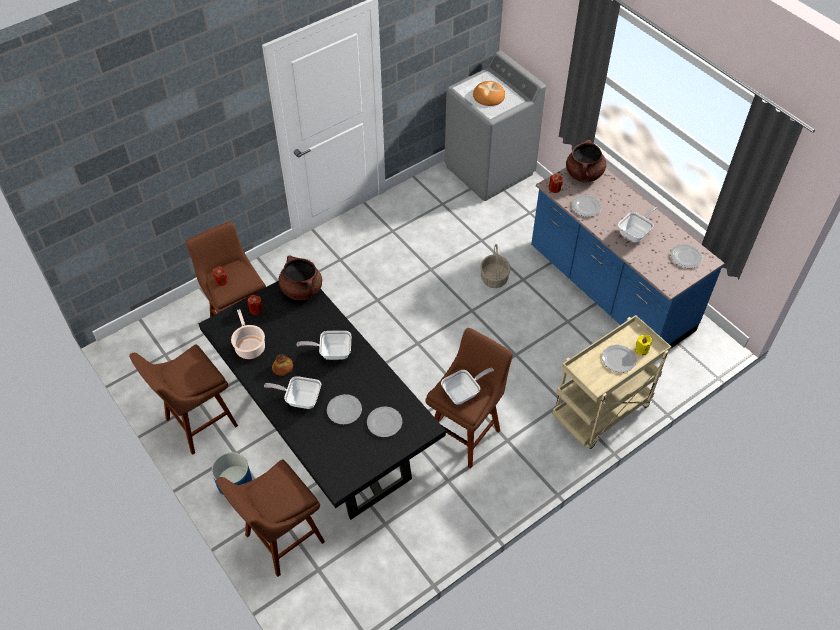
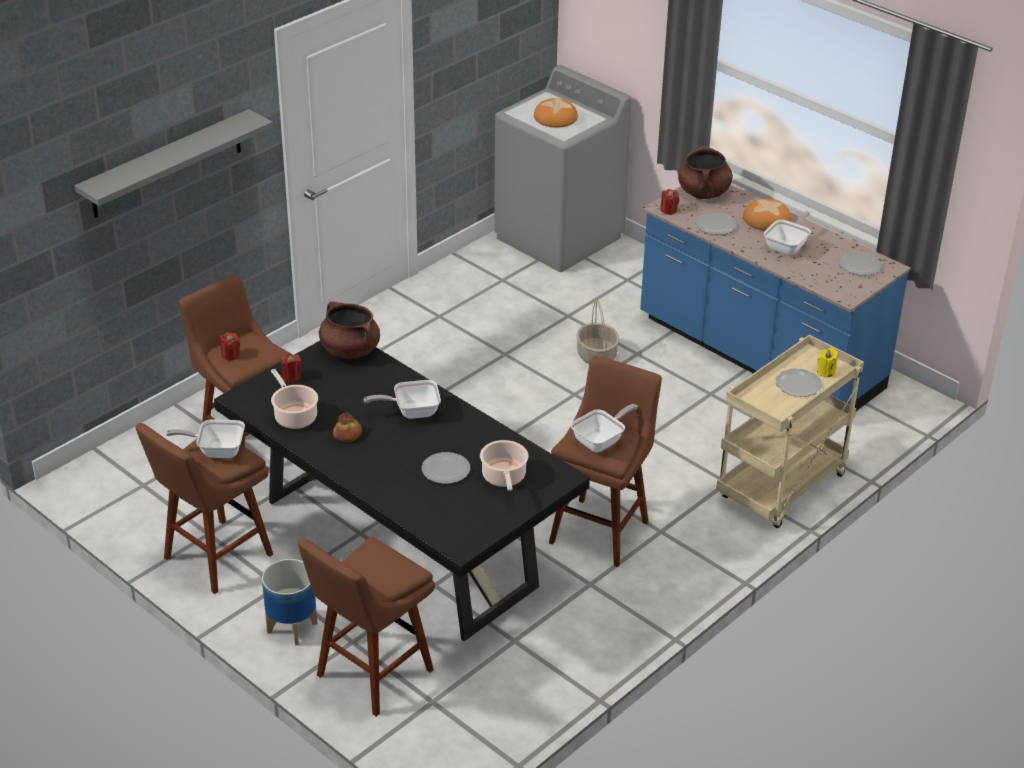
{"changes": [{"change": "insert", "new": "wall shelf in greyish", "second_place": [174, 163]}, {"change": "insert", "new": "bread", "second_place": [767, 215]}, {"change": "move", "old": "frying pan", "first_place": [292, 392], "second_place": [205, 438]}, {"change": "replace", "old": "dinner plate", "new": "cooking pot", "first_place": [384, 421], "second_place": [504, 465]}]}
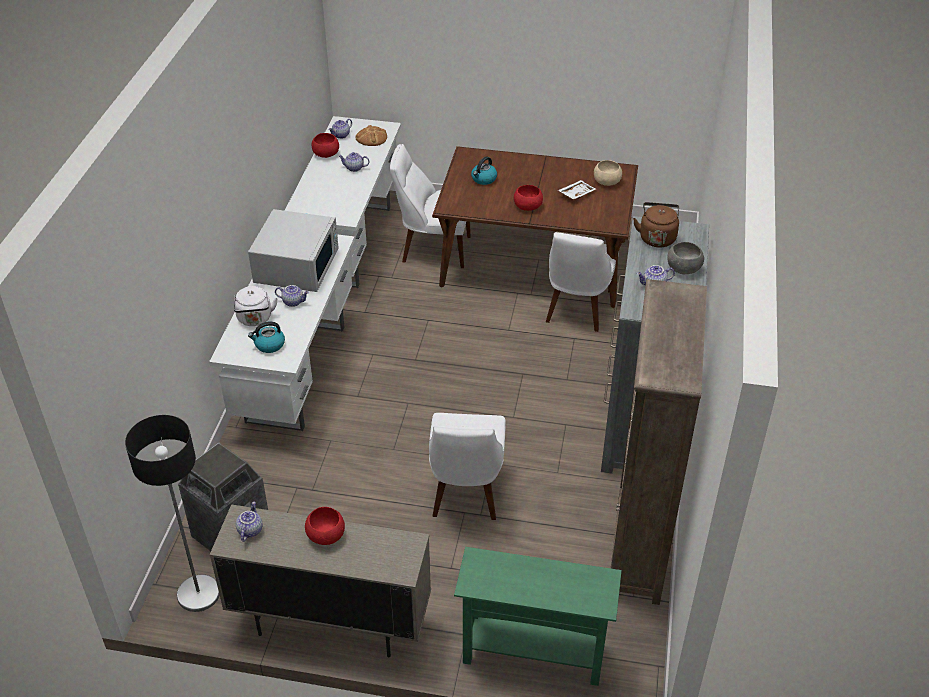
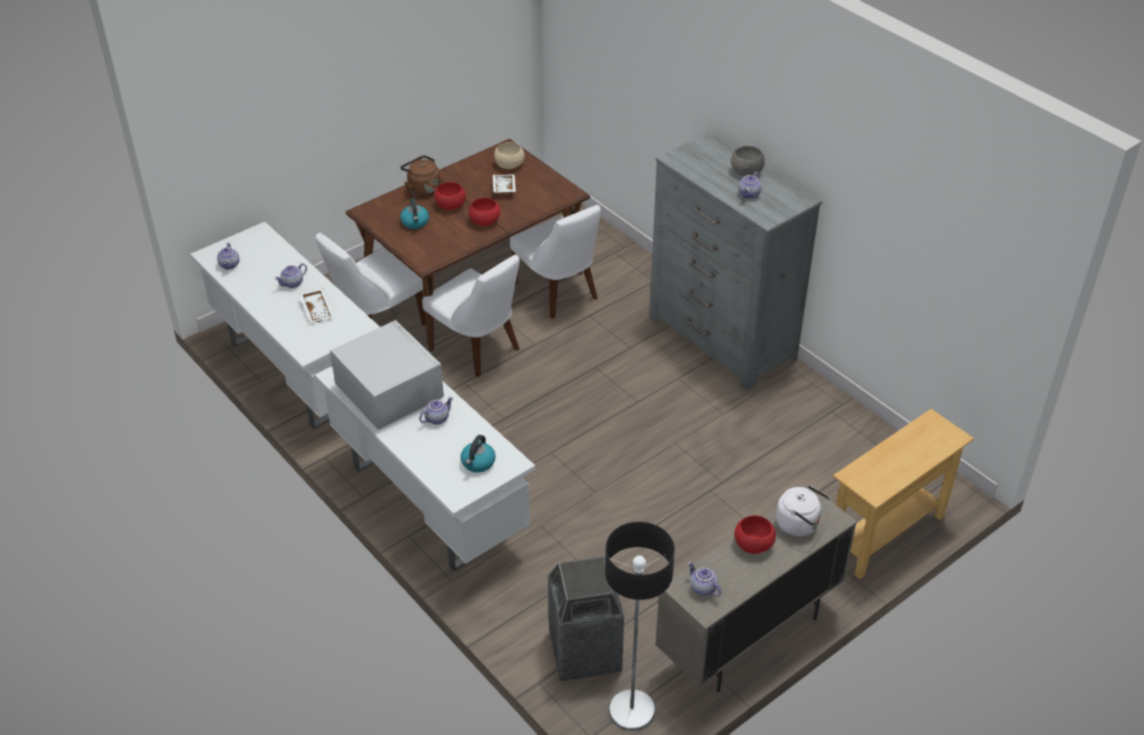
{"changes": [{"change": "delete", "old": "bread", "first_place": [371, 135]}, {"change": "delete", "old": "bookshelf in brown-coloured", "first_place": [659, 442]}, {"change": "insert", "new": "carrying tray in whitish", "second_place": [316, 305]}, {"change": "move", "old": "water kettle in whitish", "first_place": [256, 306], "second_place": [803, 511]}, {"change": "move", "old": "deep dish in red", "first_place": [325, 145], "second_place": [450, 196]}, {"change": "move", "old": "upright chair in whitish", "first_place": [467, 466], "second_place": [471, 316]}, {"change": "move", "old": "water kettle in brown-coloured", "first_place": [656, 225], "second_place": [420, 176]}, {"change": "recolor", "old": "hall table in green-coloured", "new": "hall table in sand-coloured", "first_place": [538, 616], "second_place": [903, 494]}]}
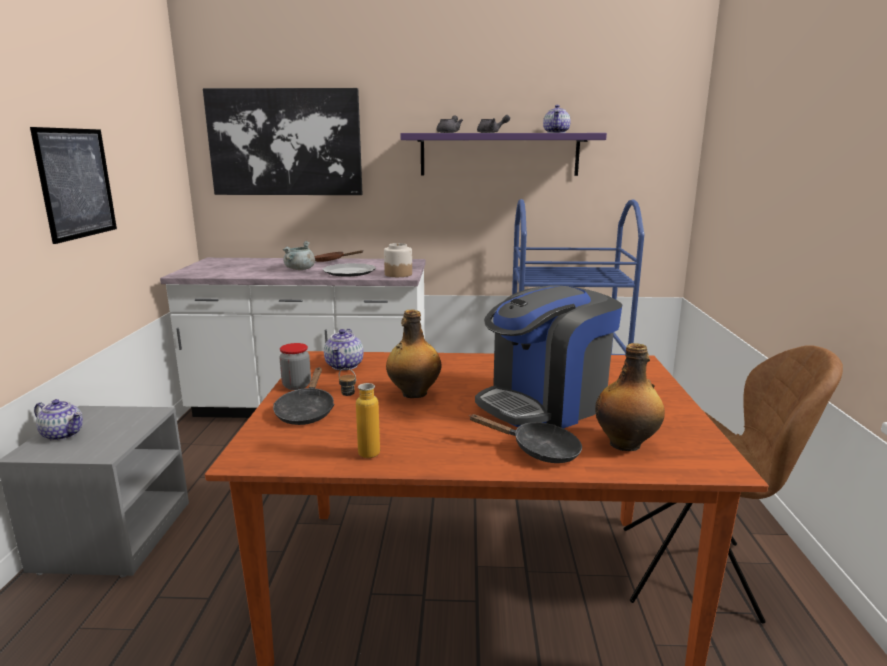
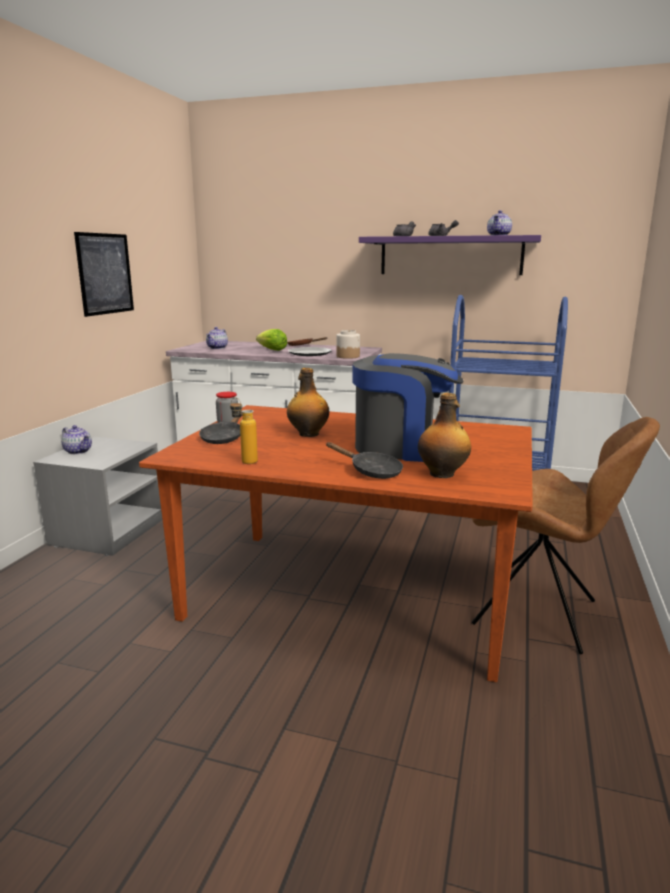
{"changes": [{"change": "delete", "old": "wall art", "first_place": [282, 141]}, {"change": "move", "old": "teapot", "first_place": [344, 349], "second_place": [217, 338]}, {"change": "replace", "old": "cooking pot in greyish", "new": "lettuce", "first_place": [299, 255], "second_place": [271, 340]}, {"change": "rotate", "old": "coffee maker", "first_place": [549, 357], "second_place": [407, 407], "degrees": -150}]}
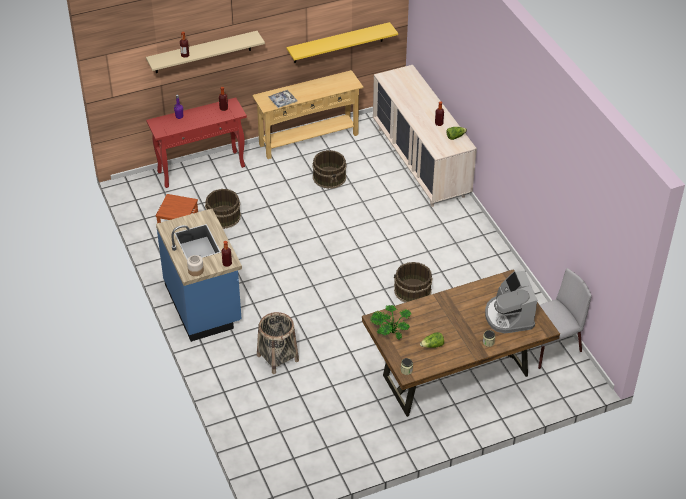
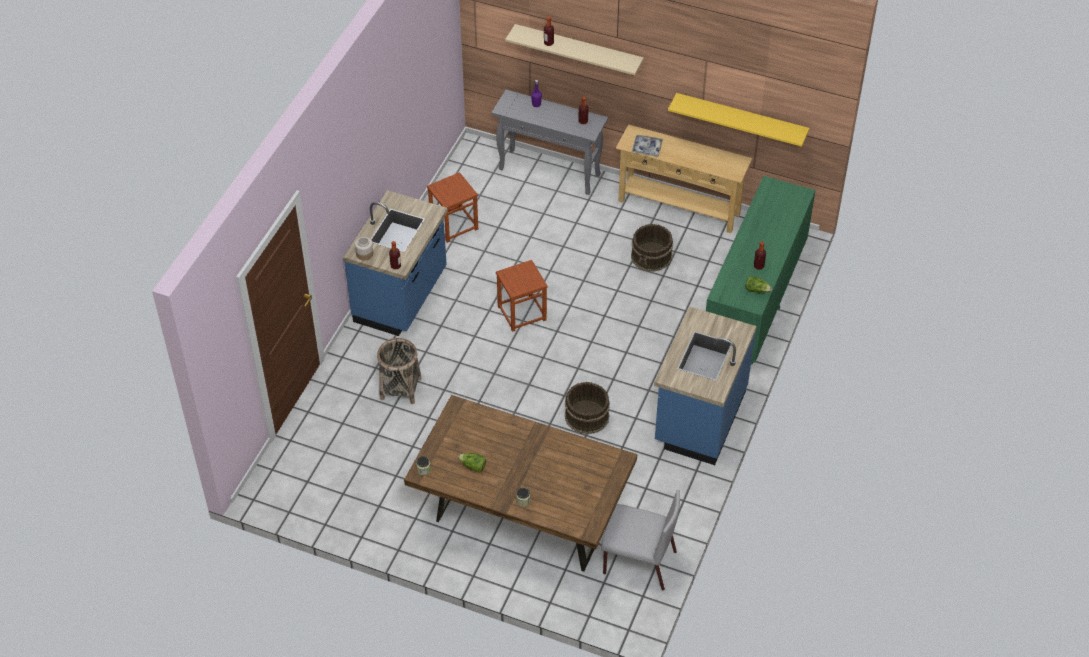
{"changes": [{"change": "delete", "old": "water bucket in brown-coloured", "first_place": [223, 209]}, {"change": "delete", "old": "plant in a pot", "first_place": [391, 322]}, {"change": "delete", "old": "coffee maker", "first_place": [511, 302]}, {"change": "insert", "new": "stool seat in brown-coloured", "second_place": [522, 296]}, {"change": "insert", "new": "kitchen counter in bluish", "second_place": [705, 385]}, {"change": "recolor", "old": "hall table in red", "new": "hall table in greyish", "first_place": [196, 142], "second_place": [550, 142]}, {"change": "recolor", "old": "drawer chest in sand-coloured", "new": "drawer chest in green-coloured", "first_place": [425, 136], "second_place": [761, 270]}]}
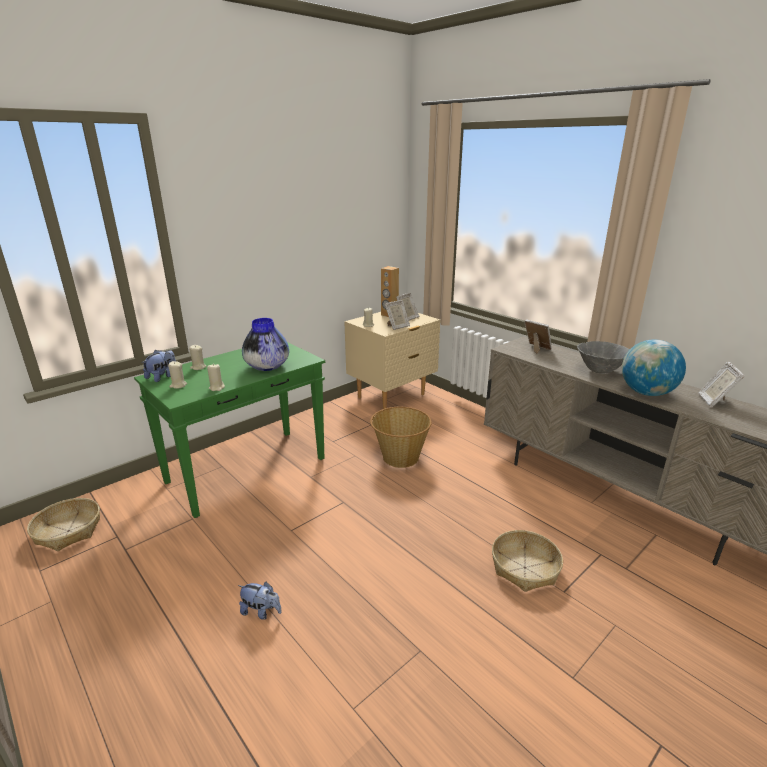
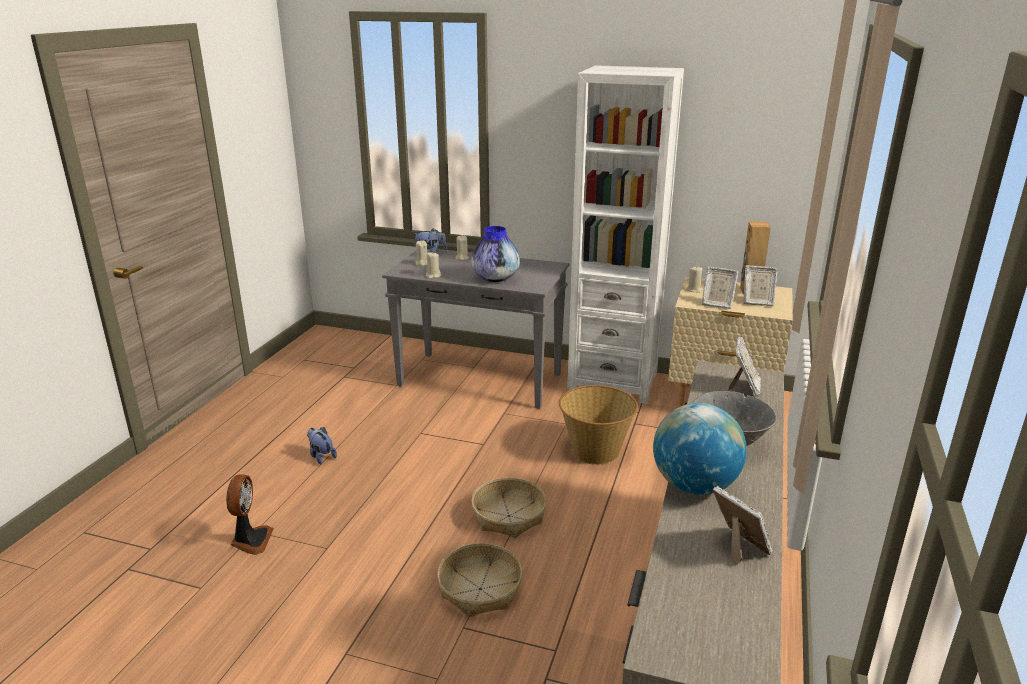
{"changes": [{"change": "insert", "new": "cooling fan", "second_place": [250, 514]}, {"change": "insert", "new": "bookshelf in whitish", "second_place": [625, 234]}, {"change": "move", "old": "storage basket", "first_place": [63, 524], "second_place": [508, 508]}, {"change": "recolor", "old": "hall table in green-coloured", "new": "hall table in greyish", "first_place": [229, 430], "second_place": [475, 329]}, {"change": "rotate", "old": "cuddly toy", "first_place": [260, 601], "second_place": [322, 446], "degrees": 150}, {"change": "rotate", "old": "photo frame", "first_place": [721, 384], "second_place": [742, 525], "degrees": 75}]}
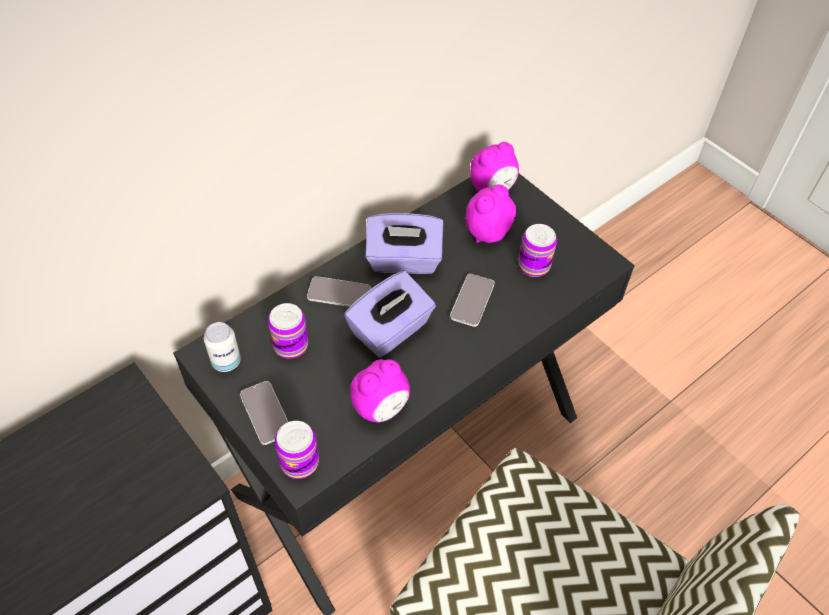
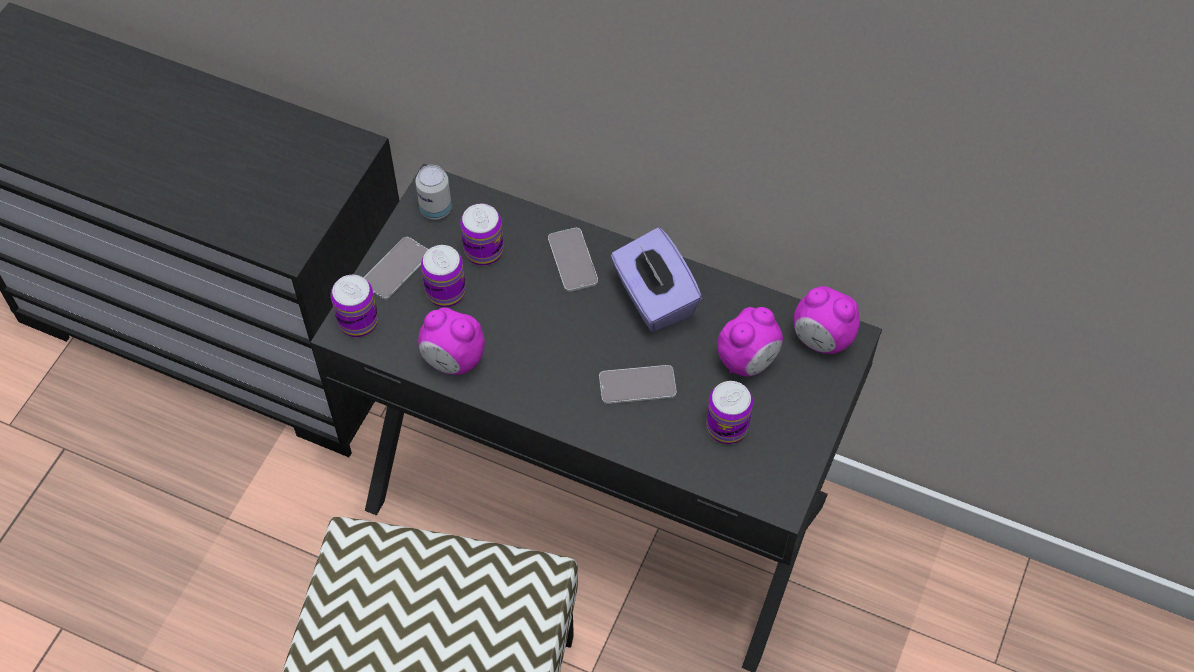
{"changes": [{"change": "delete", "old": "tissue holder in purple-coloured", "first_place": [390, 314]}, {"change": "insert", "new": "sealed can", "second_place": [443, 276]}, {"change": "rotate", "old": "bedside clock", "first_place": [490, 213], "second_place": [750, 342], "degrees": 120}]}
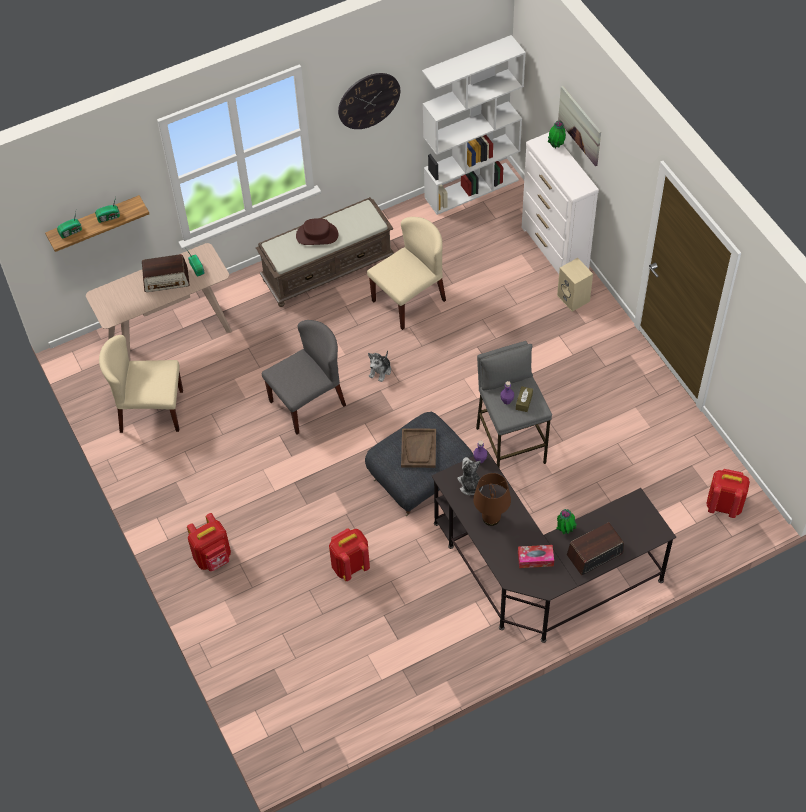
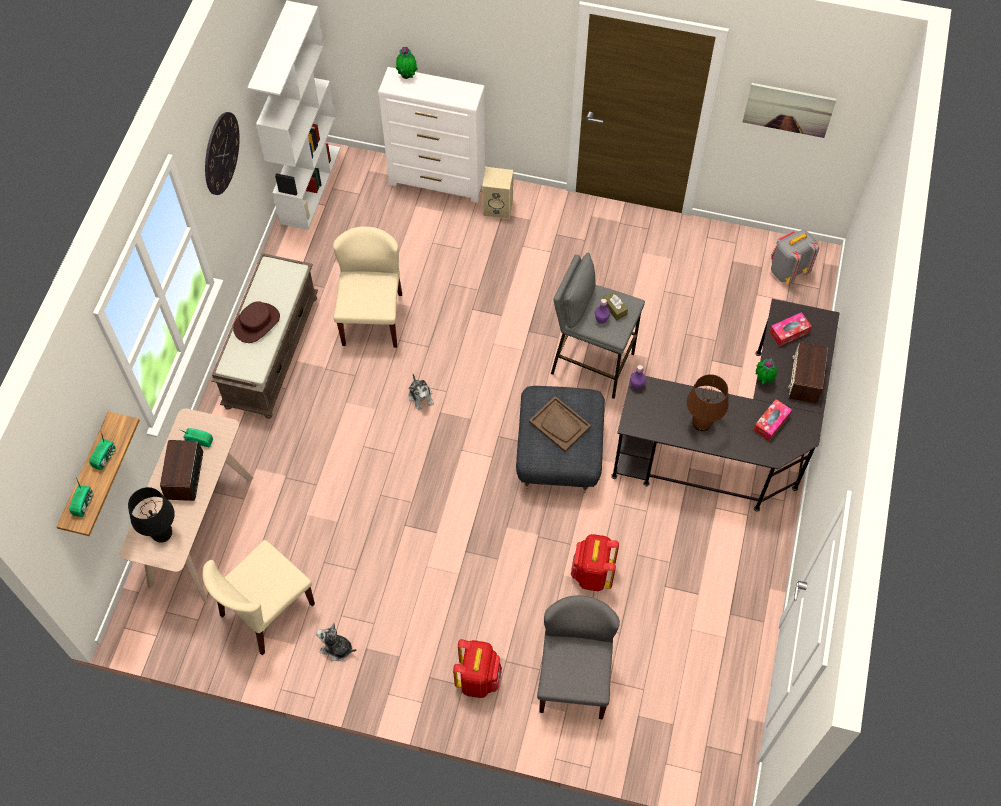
{"changes": [{"change": "insert", "new": "tabletop lamp in black-coloured", "second_place": [151, 515]}, {"change": "insert", "new": "tissue holder", "second_place": [790, 329]}, {"change": "move", "old": "upright chair in greyish", "first_place": [304, 377], "second_place": [578, 657]}, {"change": "move", "old": "cuddly toy", "first_place": [470, 476], "second_place": [336, 641]}, {"change": "move", "old": "wall art", "first_place": [579, 126], "second_place": [789, 110]}, {"change": "recolor", "old": "knapsack in red", "new": "knapsack in greyish", "first_place": [728, 493], "second_place": [795, 257]}, {"change": "rotate", "old": "radio", "first_place": [166, 273], "second_place": [181, 470], "degrees": 150}]}
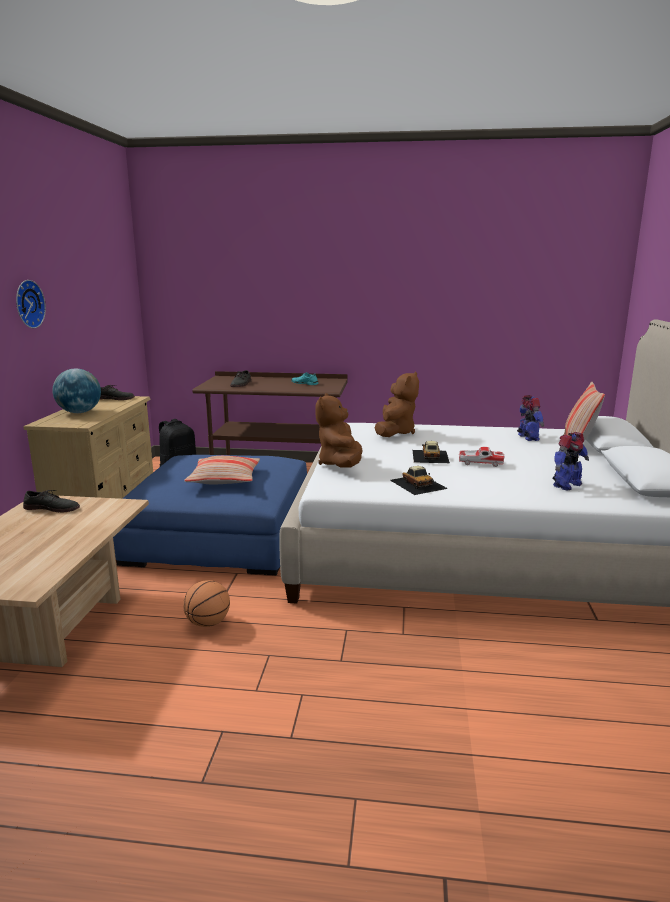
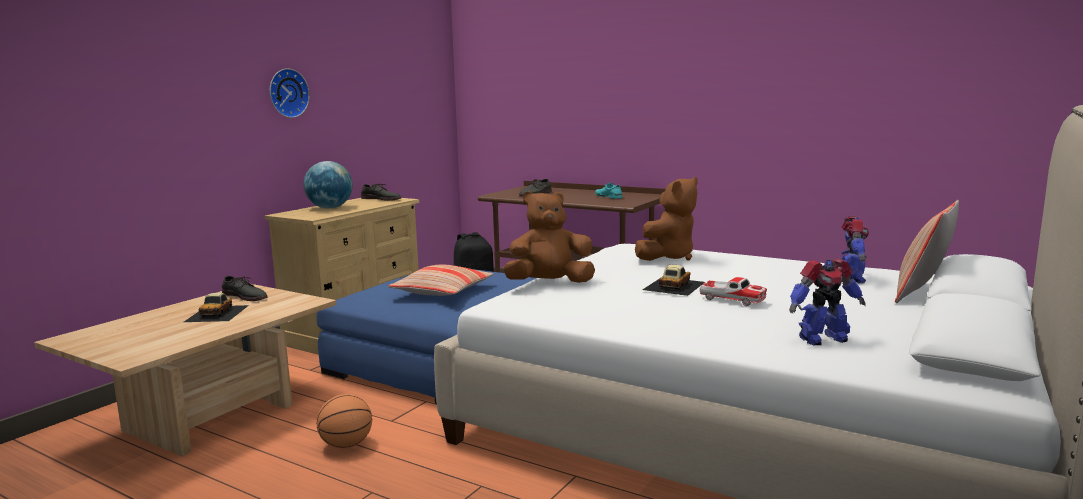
{"changes": [{"change": "move", "old": "miniature car", "first_place": [419, 480], "second_place": [216, 307]}, {"change": "rotate", "old": "cuddly toy in brown-coloured", "first_place": [339, 430], "second_place": [549, 237], "degrees": 45}]}
